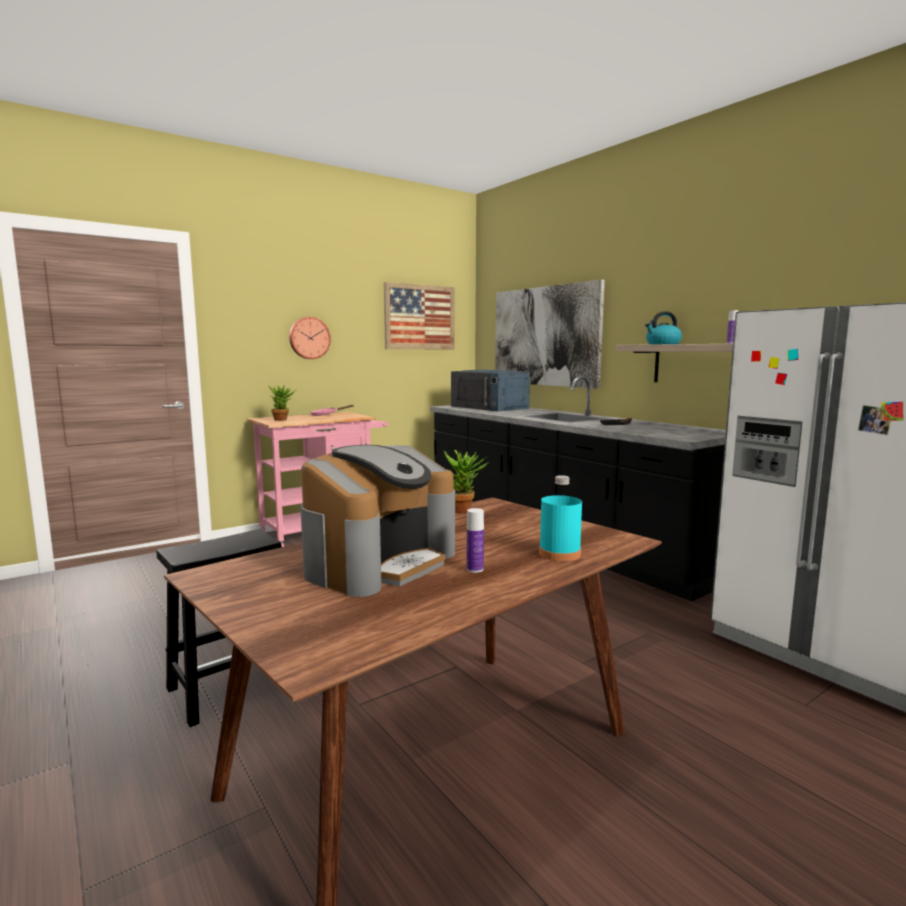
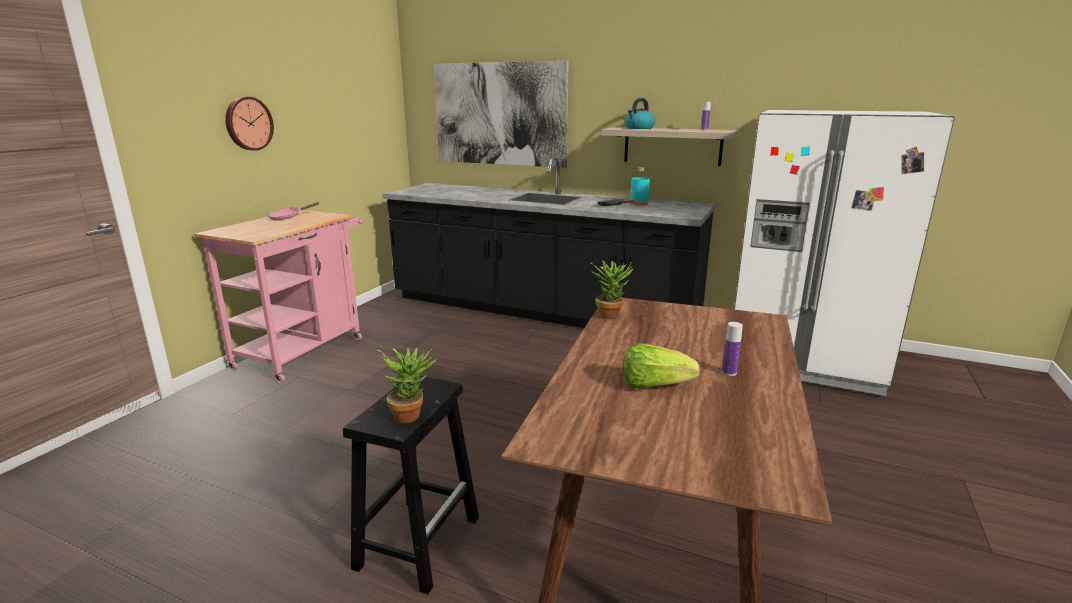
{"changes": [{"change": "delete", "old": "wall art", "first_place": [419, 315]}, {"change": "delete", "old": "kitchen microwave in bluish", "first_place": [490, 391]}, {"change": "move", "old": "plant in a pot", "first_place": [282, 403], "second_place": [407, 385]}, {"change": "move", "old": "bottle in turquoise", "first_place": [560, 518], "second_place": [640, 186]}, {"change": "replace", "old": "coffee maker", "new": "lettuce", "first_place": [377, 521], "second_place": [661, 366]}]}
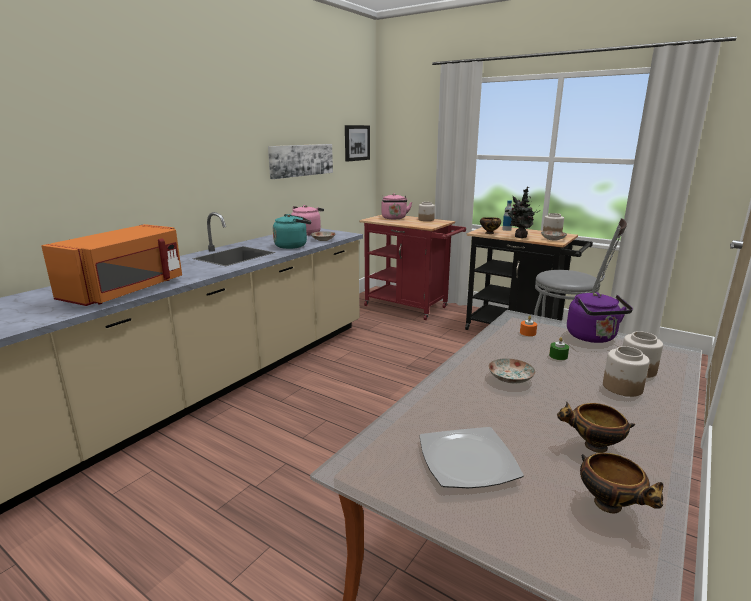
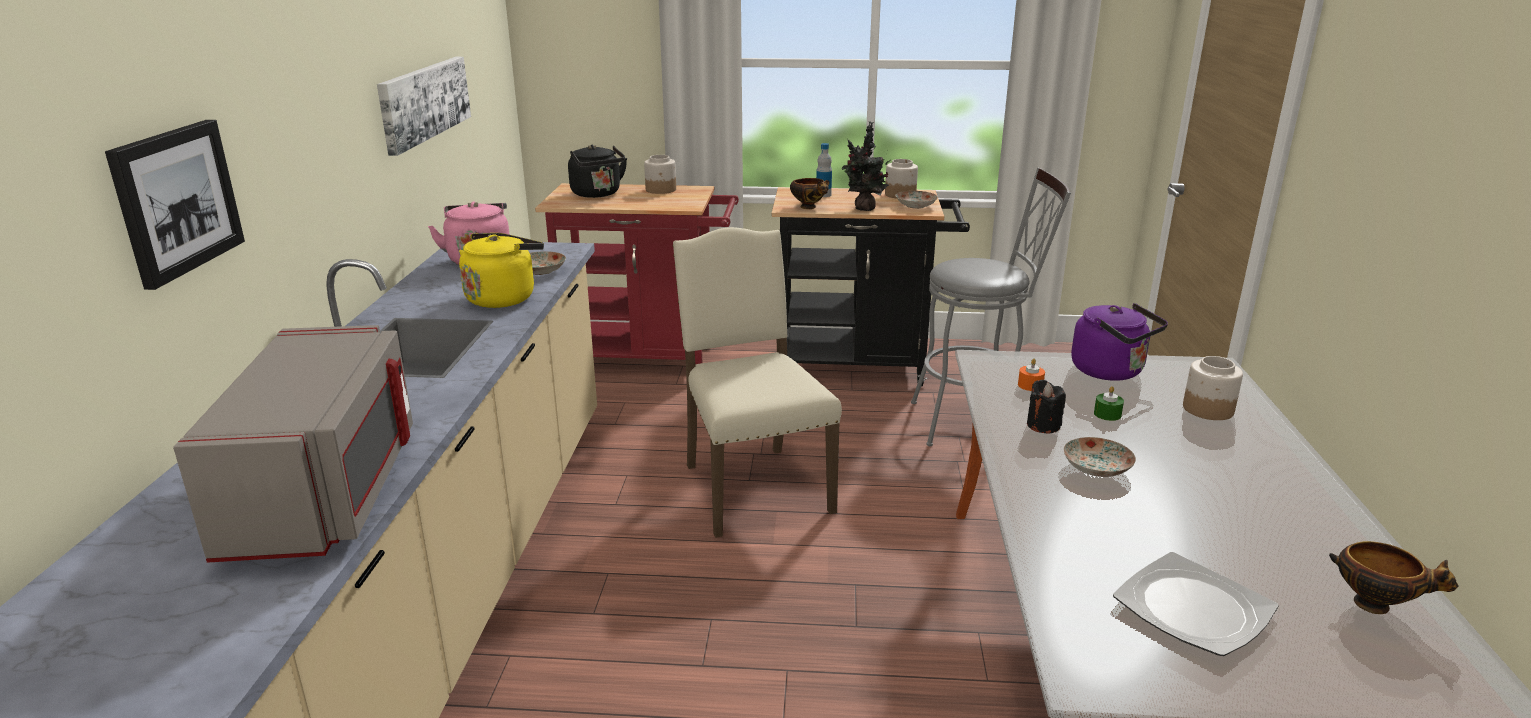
{"changes": [{"change": "delete", "old": "deep dish", "first_place": [596, 427]}, {"change": "delete", "old": "jar", "first_place": [626, 371]}, {"change": "insert", "new": "upright chair in sand-coloured", "second_place": [757, 382]}, {"change": "insert", "new": "candle in black-coloured", "second_place": [1046, 406]}, {"change": "move", "old": "wall art", "first_place": [357, 143], "second_place": [175, 205]}, {"change": "recolor", "old": "kitchen microwave in orange", "new": "kitchen microwave in greyish", "first_place": [111, 265], "second_place": [293, 444]}, {"change": "recolor", "old": "water kettle in turquoise", "new": "water kettle in yellowish", "first_place": [292, 231], "second_place": [501, 270]}, {"change": "recolor", "old": "water kettle in pink", "new": "water kettle in black-coloured", "first_place": [396, 206], "second_place": [597, 171]}]}
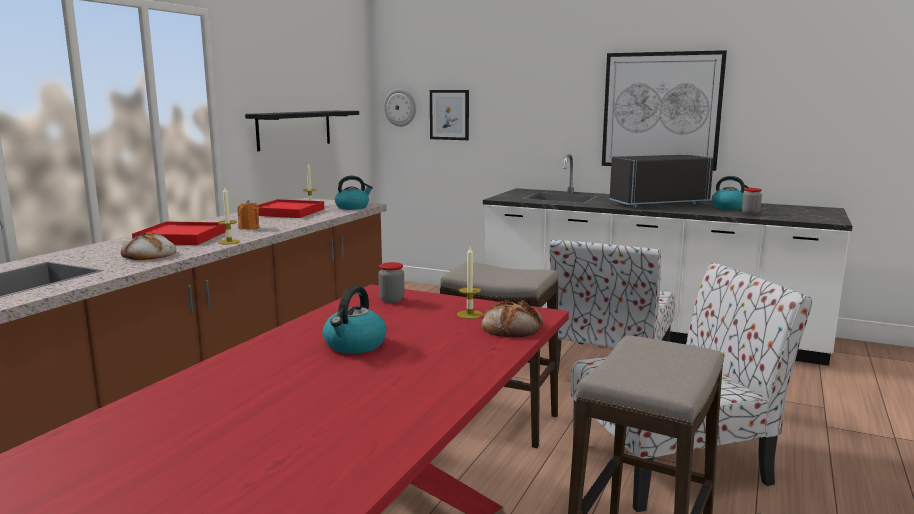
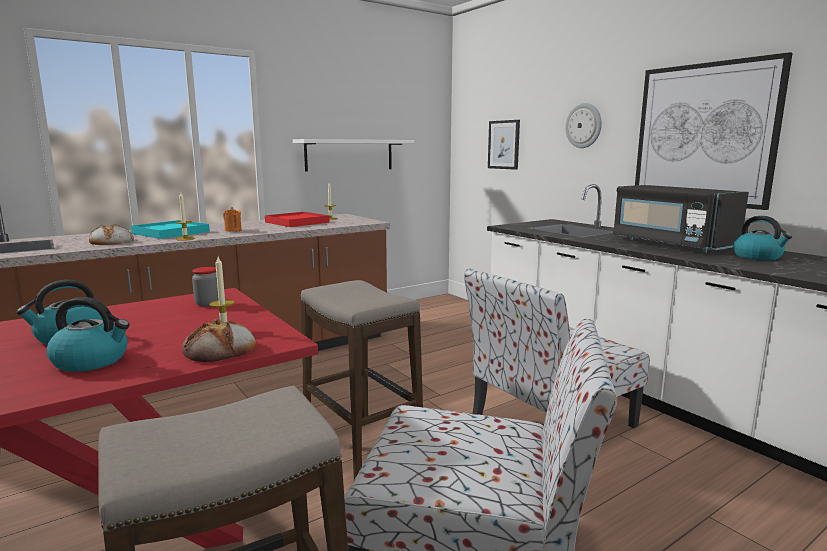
{"changes": [{"change": "delete", "old": "jar", "first_place": [752, 201]}, {"change": "move", "old": "water kettle", "first_place": [354, 192], "second_place": [88, 334]}, {"change": "move", "old": "clock on the wall", "first_place": [400, 108], "second_place": [583, 125]}, {"change": "recolor", "old": "carrying tray in red", "new": "carrying tray in turquoise", "first_place": [179, 233], "second_place": [170, 229]}, {"change": "recolor", "old": "wall shelf in black-coloured", "new": "wall shelf in whitish", "first_place": [302, 131], "second_place": [353, 155]}, {"change": "rotate", "old": "kitchen microwave in black-coloured", "first_place": [661, 181], "second_place": [681, 219], "degrees": -135}]}
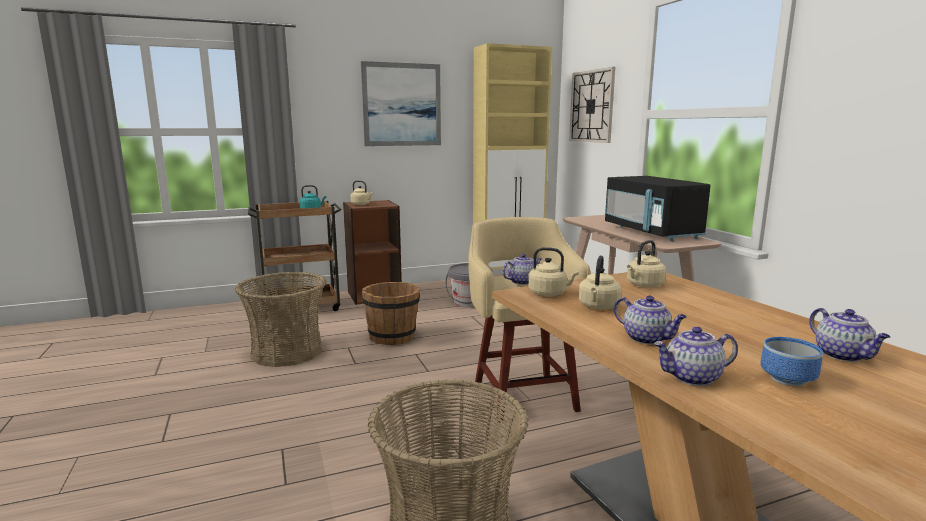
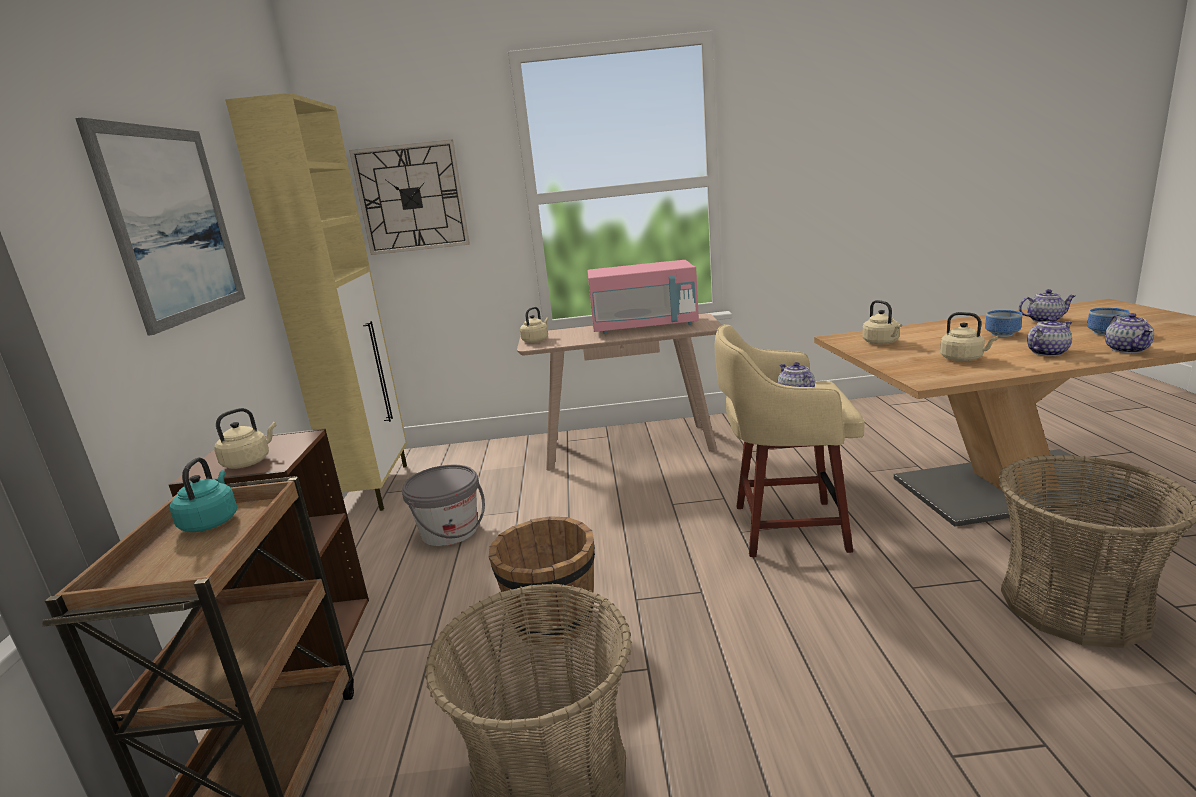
{"changes": [{"change": "insert", "new": "deep dish", "second_place": [1003, 323]}, {"change": "move", "old": "water kettle in sand-coloured", "first_place": [553, 271], "second_place": [534, 325]}, {"change": "recolor", "old": "kitchen microwave in black-coloured", "new": "kitchen microwave in pink", "first_place": [658, 208], "second_place": [643, 297]}]}
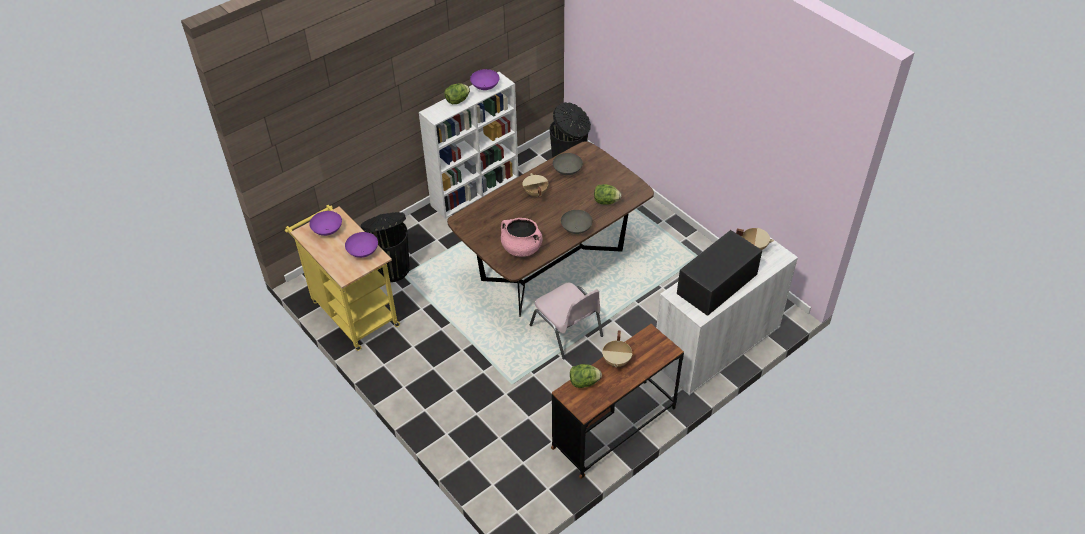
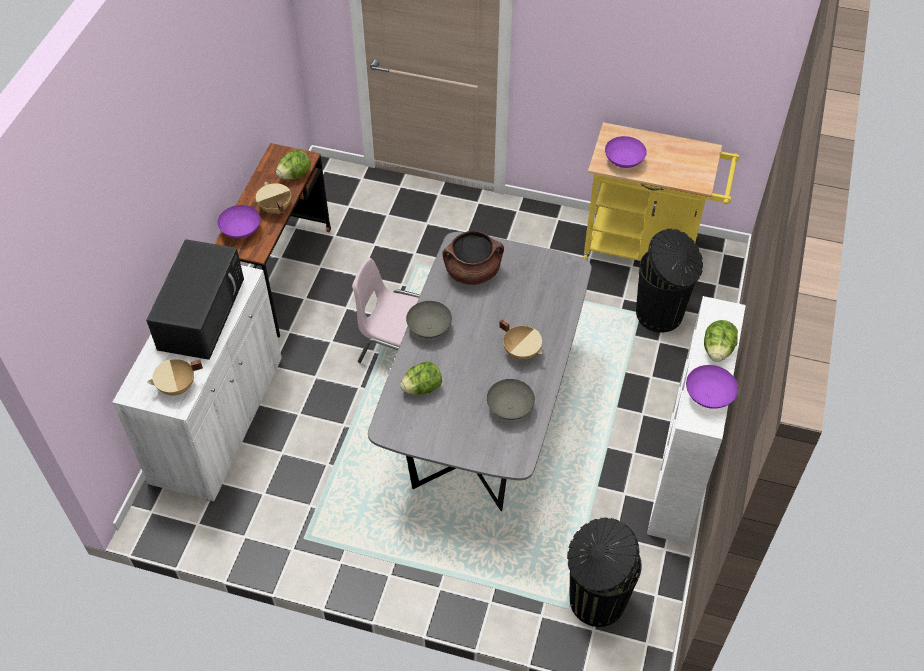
{"changes": [{"change": "move", "old": "deep dish in purple-coloured", "first_place": [325, 223], "second_place": [238, 222]}, {"change": "recolor", "old": "dining table in brown-coloured", "new": "dining table in greyish", "first_place": [550, 229], "second_place": [480, 371]}, {"change": "recolor", "old": "cooking pot in pink", "new": "cooking pot in brown-coloured", "first_place": [522, 237], "second_place": [473, 258]}]}
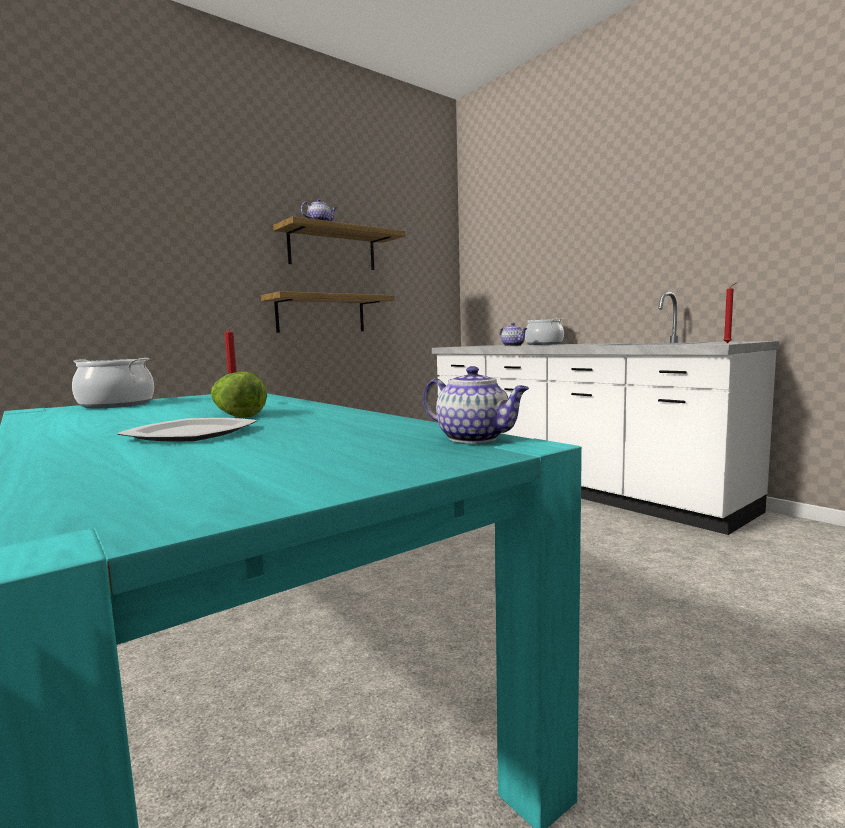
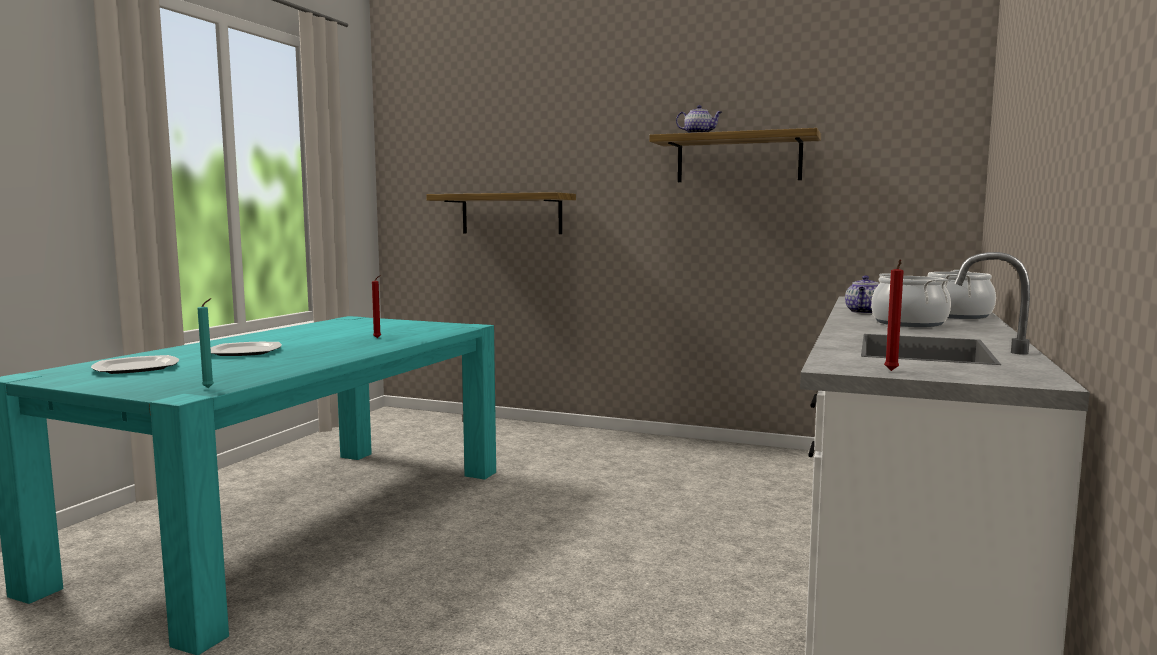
{"changes": [{"change": "delete", "old": "lettuce", "first_place": [239, 395]}, {"change": "insert", "new": "dinner plate", "second_place": [135, 364]}, {"change": "move", "old": "cooking pot", "first_place": [113, 383], "second_place": [911, 300]}, {"change": "move", "old": "wall shelf", "first_place": [328, 312], "second_place": [501, 213]}, {"change": "replace", "old": "teapot", "new": "candle in turquoise", "first_place": [476, 404], "second_place": [205, 343]}]}
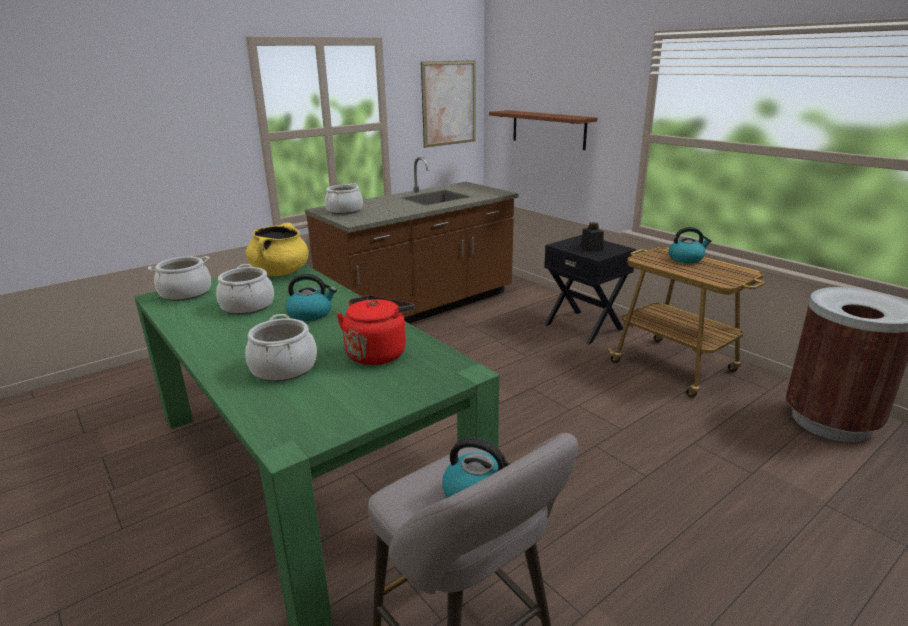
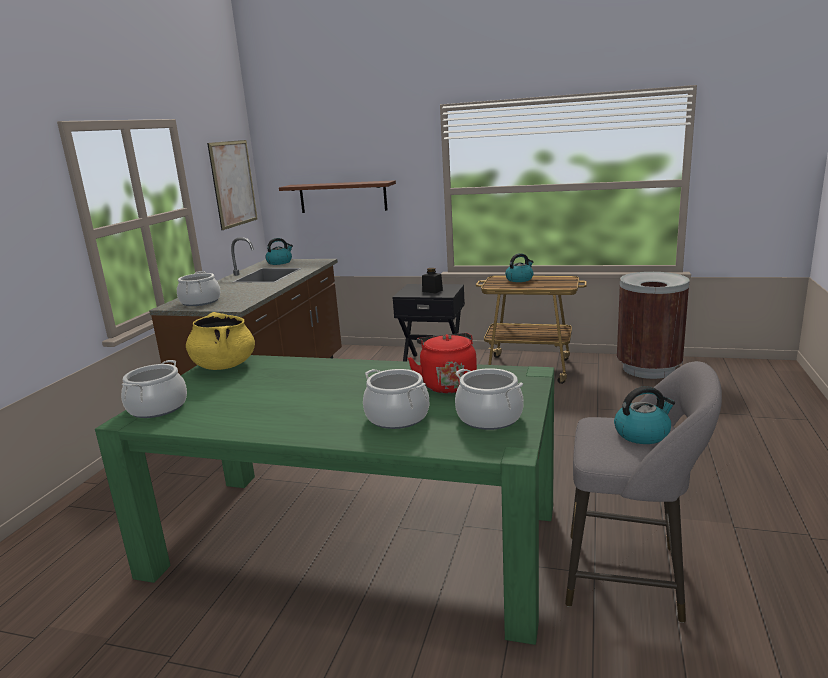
{"changes": [{"change": "move", "old": "cooking pot", "first_place": [245, 289], "second_place": [489, 399]}, {"change": "move", "old": "water kettle", "first_place": [311, 297], "second_place": [279, 251]}]}
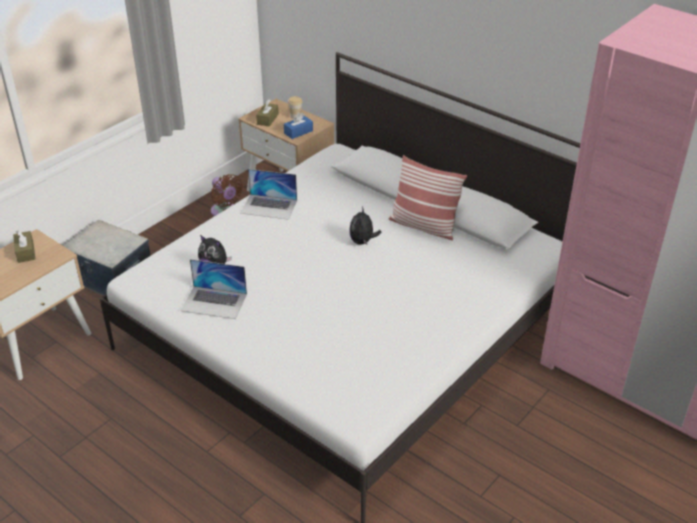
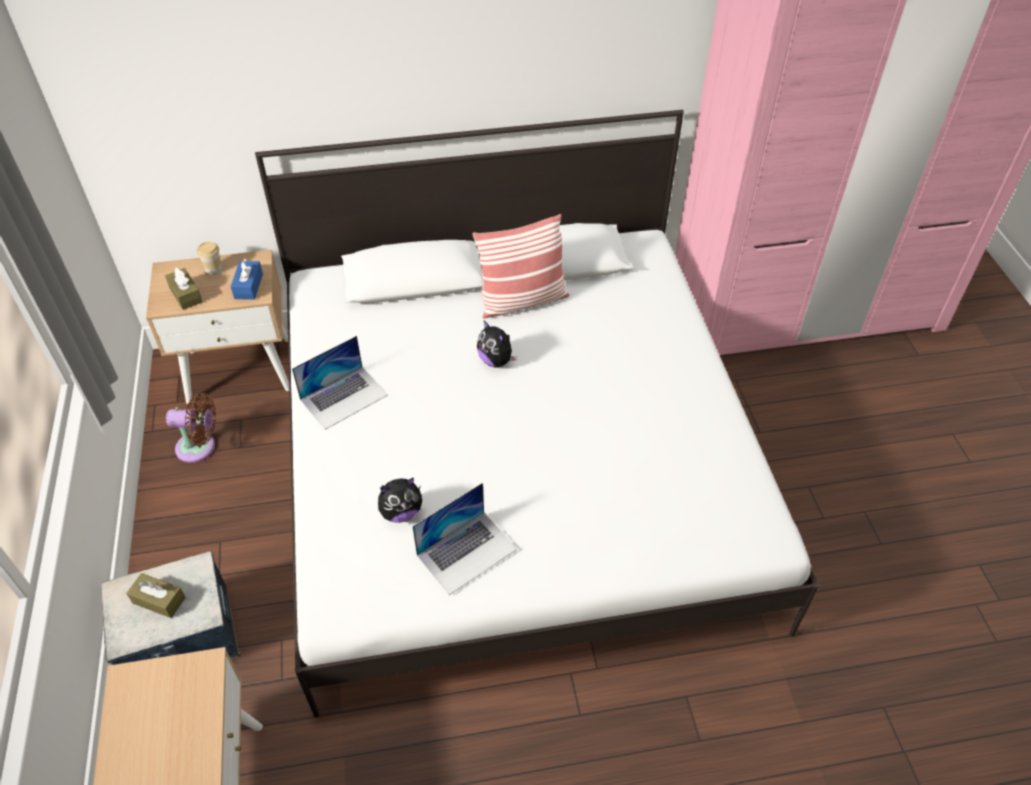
{"changes": [{"change": "move", "old": "tissue holder in brown-coloured", "first_place": [24, 246], "second_place": [156, 595]}]}
